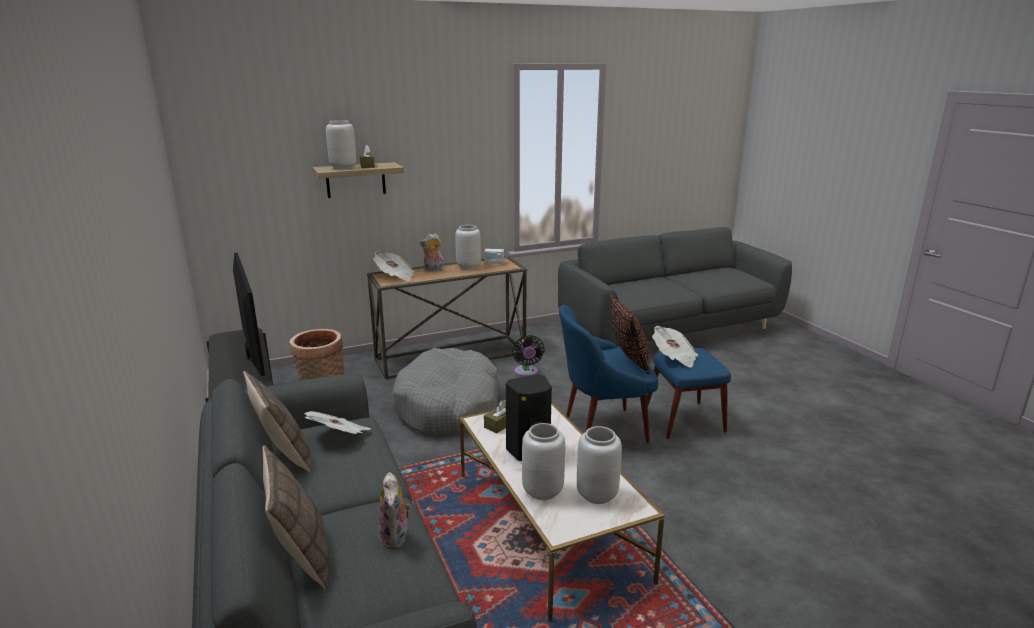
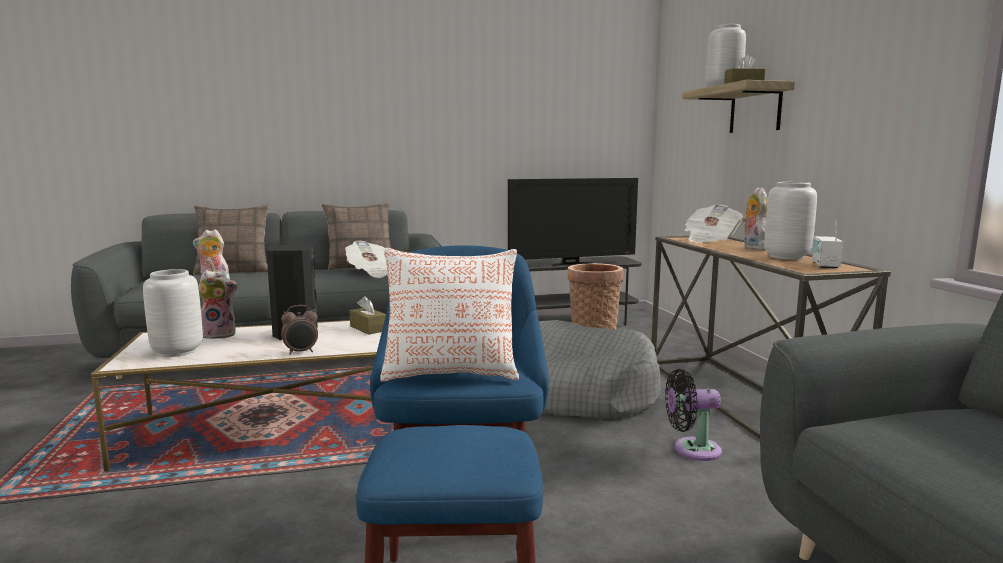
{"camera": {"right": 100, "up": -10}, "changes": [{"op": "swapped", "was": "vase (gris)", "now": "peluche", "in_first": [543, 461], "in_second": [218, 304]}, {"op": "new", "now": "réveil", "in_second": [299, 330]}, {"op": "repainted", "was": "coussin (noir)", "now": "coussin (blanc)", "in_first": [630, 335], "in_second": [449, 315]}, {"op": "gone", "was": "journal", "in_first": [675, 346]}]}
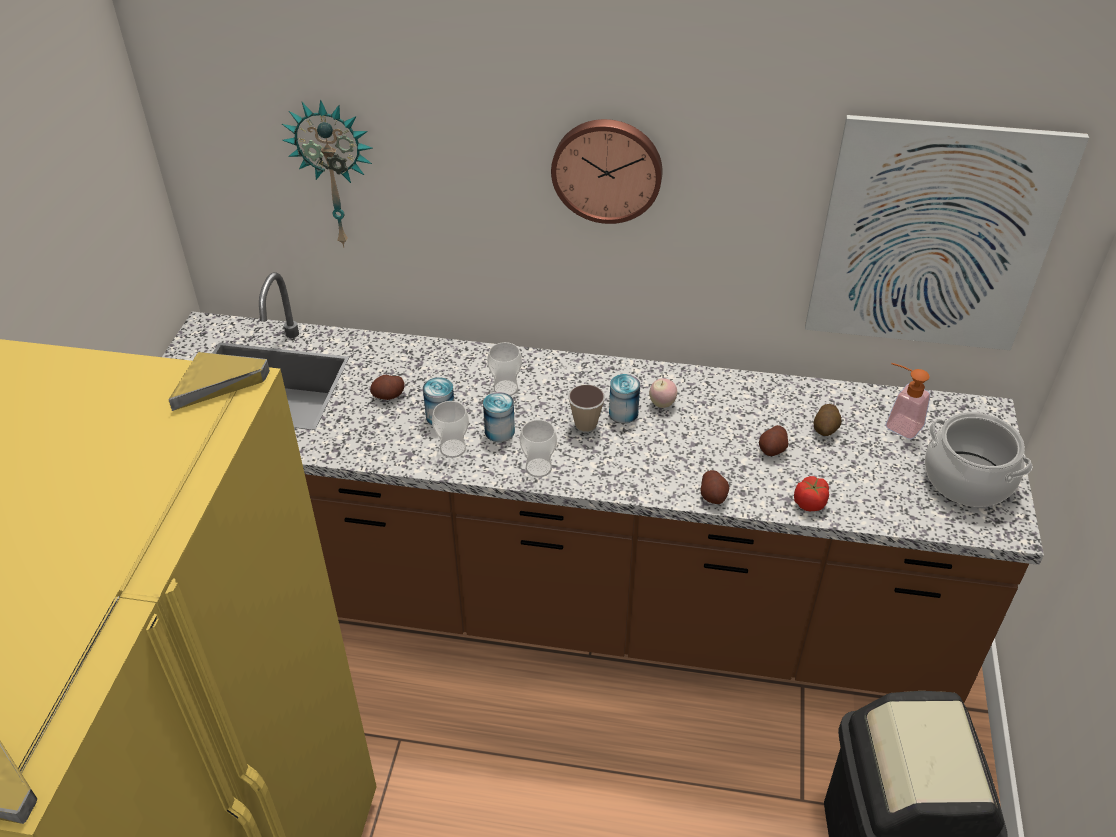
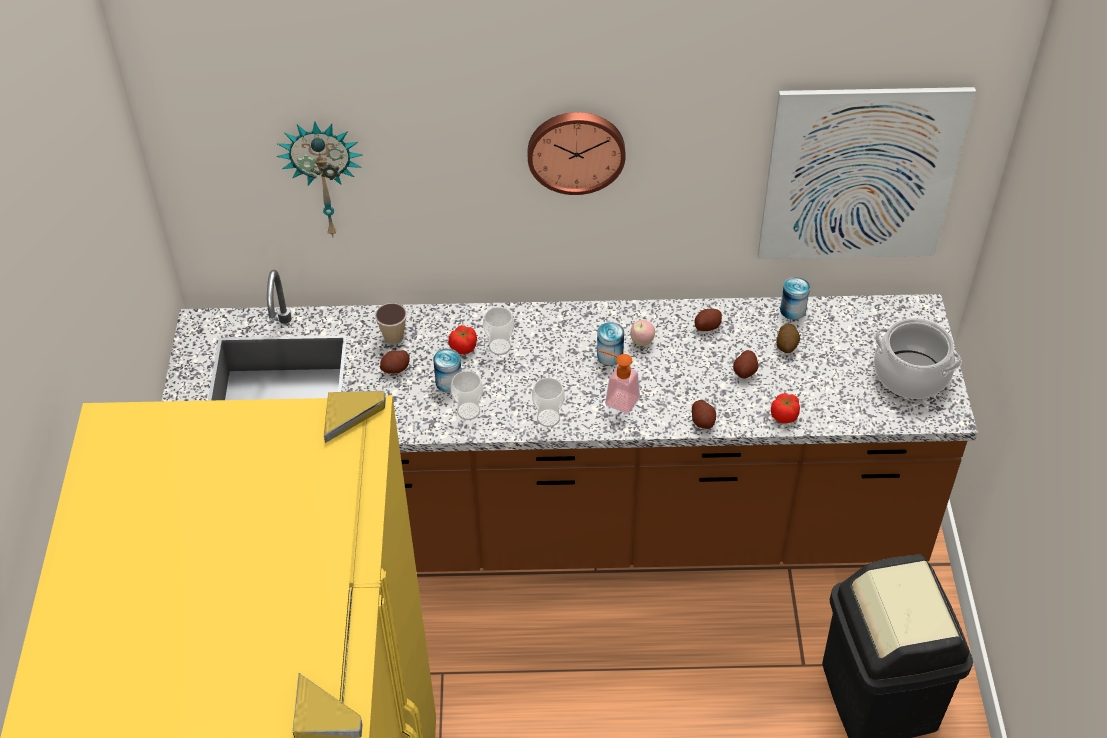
{"camera": {"right": -10, "up": 5}, "changes": [{"op": "shifted", "was": "tasse", "in_first": [586, 408], "in_second": [391, 324]}, {"op": "new", "now": "tomate", "in_second": [462, 340]}, {"op": "shifted", "was": "distributeur de savon", "in_first": [908, 401], "in_second": [619, 382]}, {"op": "new", "now": "pomme de terre", "in_second": [708, 319]}, {"op": "shifted", "was": "boîte métallique", "in_first": [499, 417], "in_second": [795, 298]}]}
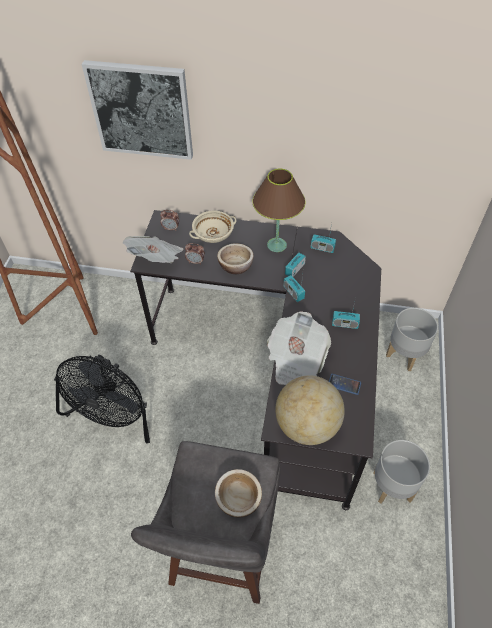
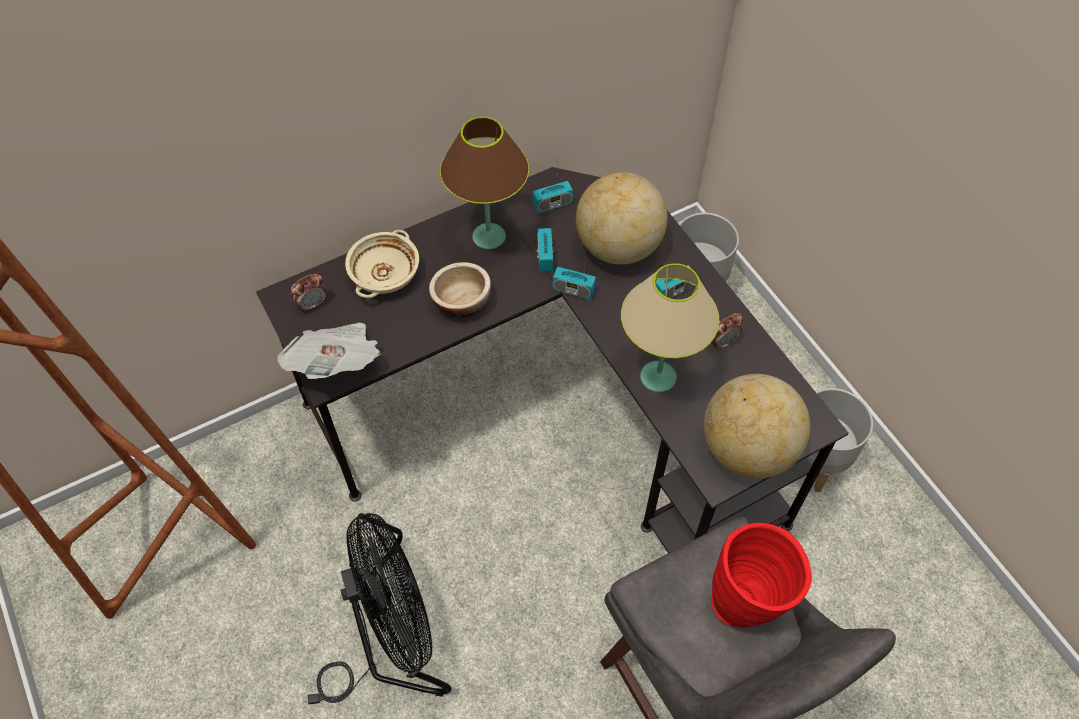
{"camera": {"right": -40, "up": 5}, "changes": [{"op": "rotated", "was": "ventilateur (noir)", "in_first": [102, 399], "in_second": [378, 608], "clockwise": -90}, {"op": "new", "now": "globe", "in_second": [622, 218]}, {"op": "swapped", "was": "journal", "now": "lampe de table (beige)", "in_first": [299, 348], "in_second": [670, 327]}, {"op": "shifted", "was": "réveil", "in_first": [195, 254], "in_second": [727, 332]}, {"op": "swapped", "was": "bol", "now": "vase (rouge)", "in_first": [238, 493], "in_second": [761, 575]}, {"op": "gone", "was": "tableau", "in_first": [137, 110]}, {"op": "gone", "was": "téléphone", "in_first": [345, 384]}]}
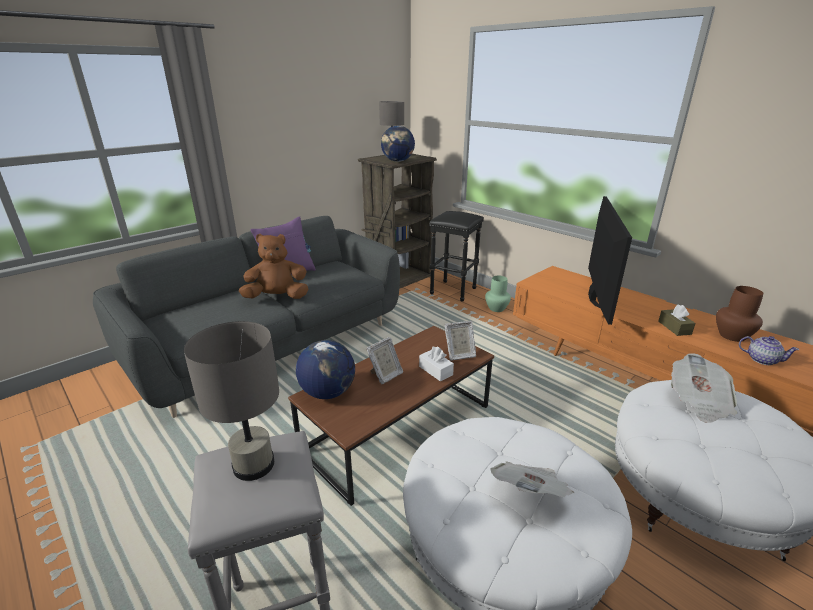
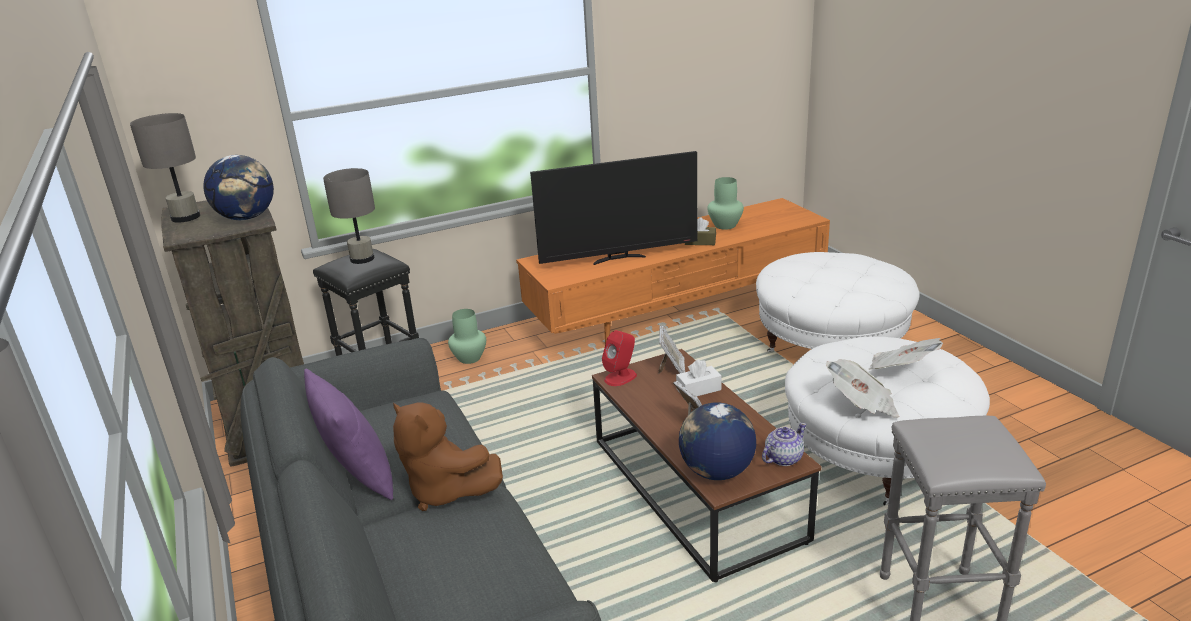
{"camera": {"right": -70, "up": 0}, "changes": [{"op": "shifted", "was": "lampe de table (gris)", "in_first": [231, 401], "in_second": [349, 216]}, {"op": "rotated", "was": "peluche (marron)", "in_first": [273, 266], "in_second": [448, 457], "clockwise": -60}, {"op": "rotated", "was": "téléviseur", "in_first": [610, 260], "in_second": [613, 208], "clockwise": 135}, {"op": "new", "now": "enceinte (rouge)", "in_second": [619, 358]}, {"op": "repainted", "was": "vase (marron)", "now": "vase (vert)", "in_first": [739, 314], "in_second": [725, 203]}, {"op": "shifted", "was": "théière", "in_first": [769, 350], "in_second": [784, 444]}, {"op": "shifted", "was": "journal", "in_first": [704, 388], "in_second": [863, 388]}]}
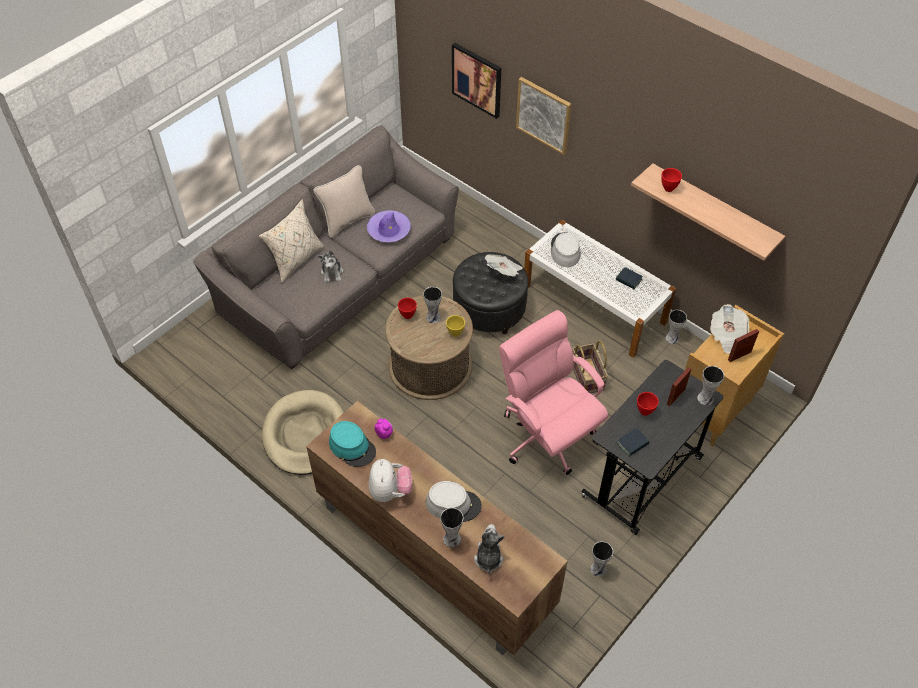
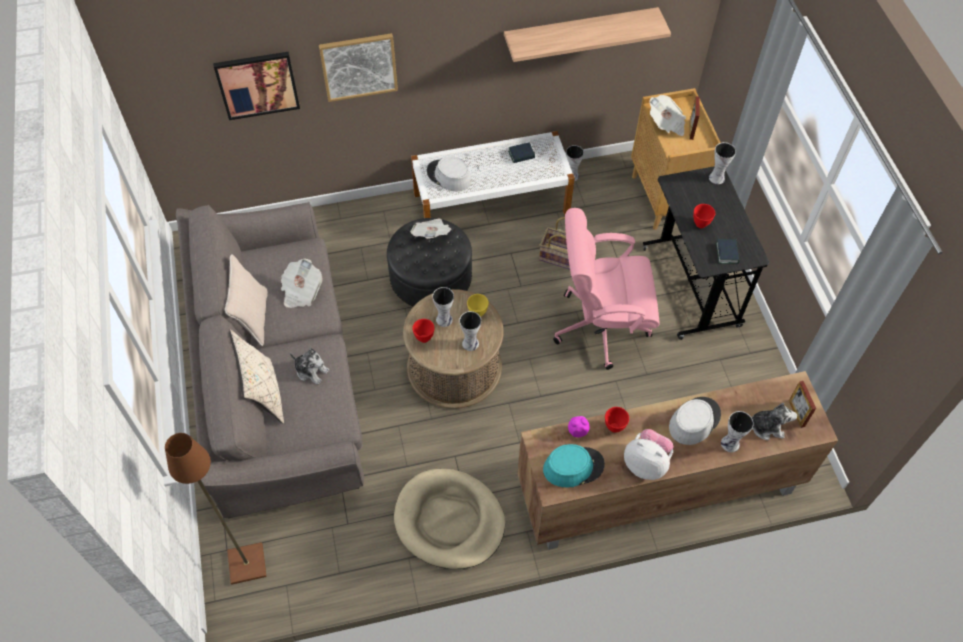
{"camera": {"right": -55, "up": 5}, "changes": [{"op": "new", "now": "lampadaire (marron)", "in_second": [216, 508]}, {"op": "swapped", "was": "chapeau (violet)", "now": "journal", "in_first": [389, 226], "in_second": [301, 283]}, {"op": "shifted", "was": "vase", "in_first": [601, 559], "in_second": [470, 331]}, {"op": "shifted", "was": "bol (rouge)", "in_first": [671, 180], "in_second": [617, 420]}, {"op": "rotated", "was": "peluche", "in_first": [489, 549], "in_second": [774, 421], "clockwise": 150}, {"op": "shifted", "was": "cadre photo", "in_first": [679, 386], "in_second": [802, 404]}]}
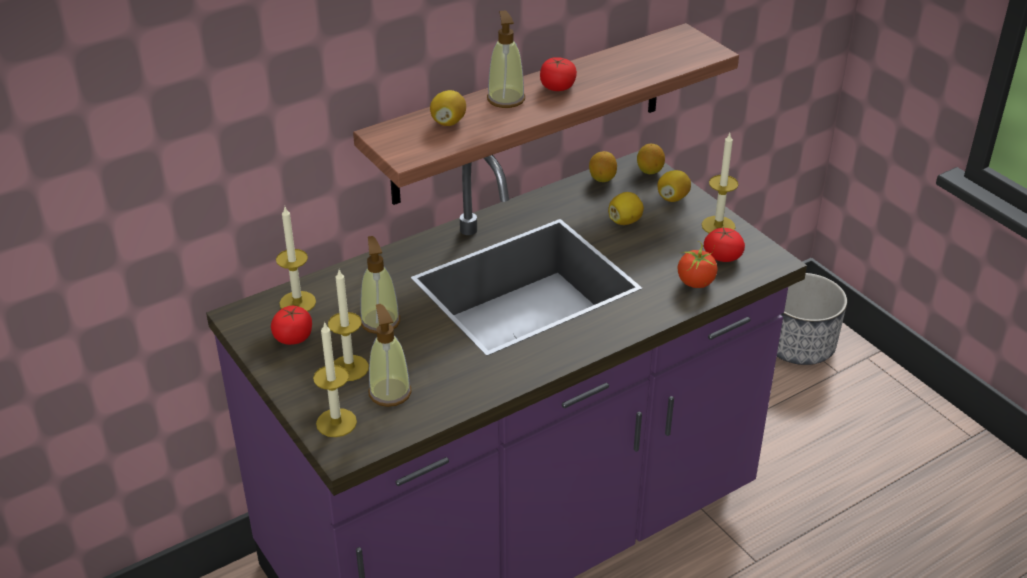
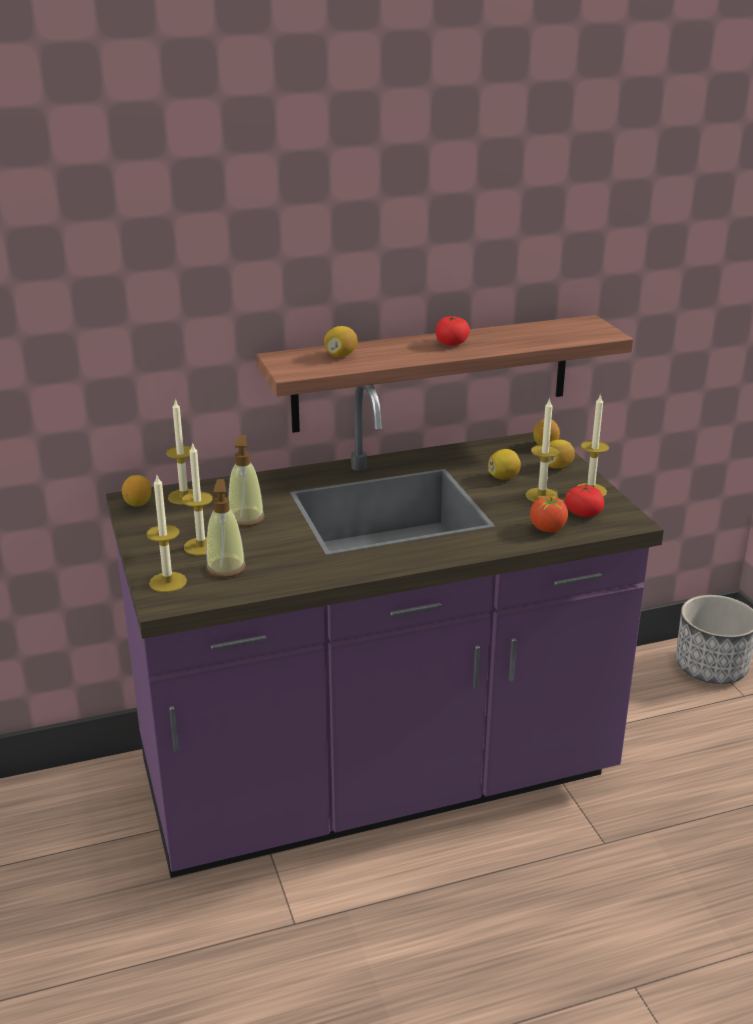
{"camera": {"right": 15, "up": -10}, "changes": [{"op": "shifted", "was": "citron", "in_first": [603, 166], "in_second": [136, 491]}, {"op": "new", "now": "bougie", "in_second": [543, 450]}, {"op": "gone", "was": "tomate", "in_first": [291, 325]}, {"op": "gone", "was": "distributeur de savon", "in_first": [506, 59]}]}
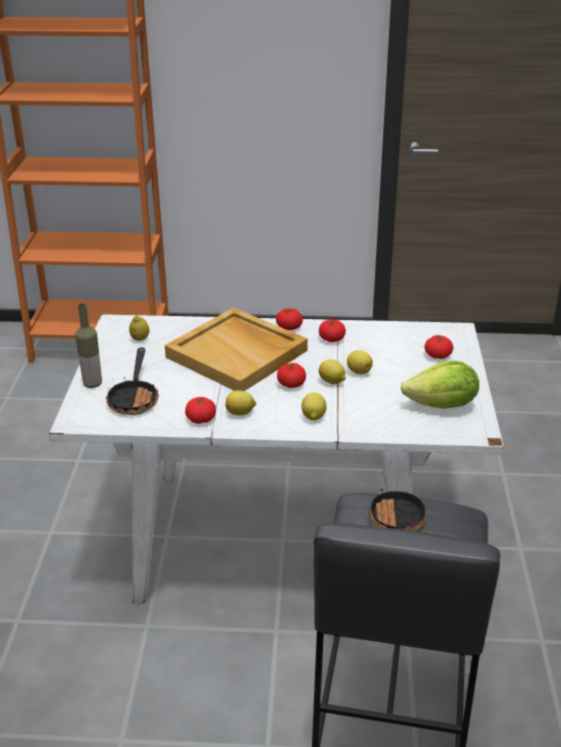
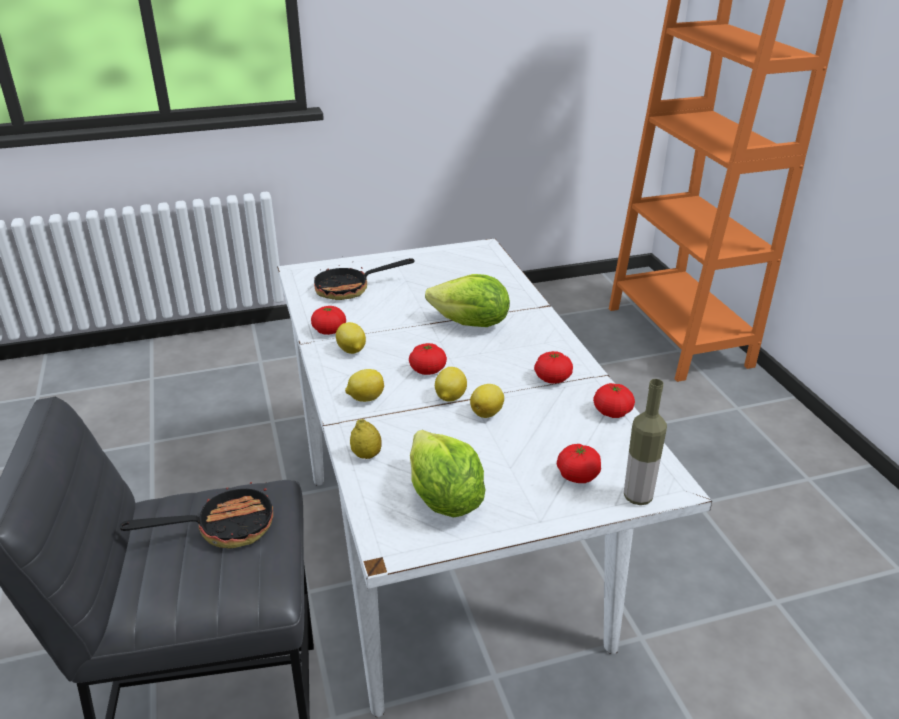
{"camera": {"right": 70, "up": 0}, "changes": [{"op": "shifted", "was": "citron", "in_first": [139, 328], "in_second": [366, 439]}, {"op": "swapped", "was": "plateau (beige)", "now": "laitue", "in_first": [236, 349], "in_second": [467, 300]}, {"op": "shifted", "was": "tomate", "in_first": [289, 319], "in_second": [614, 400]}, {"op": "shifted", "was": "bouteille", "in_first": [88, 345], "in_second": [645, 442]}]}
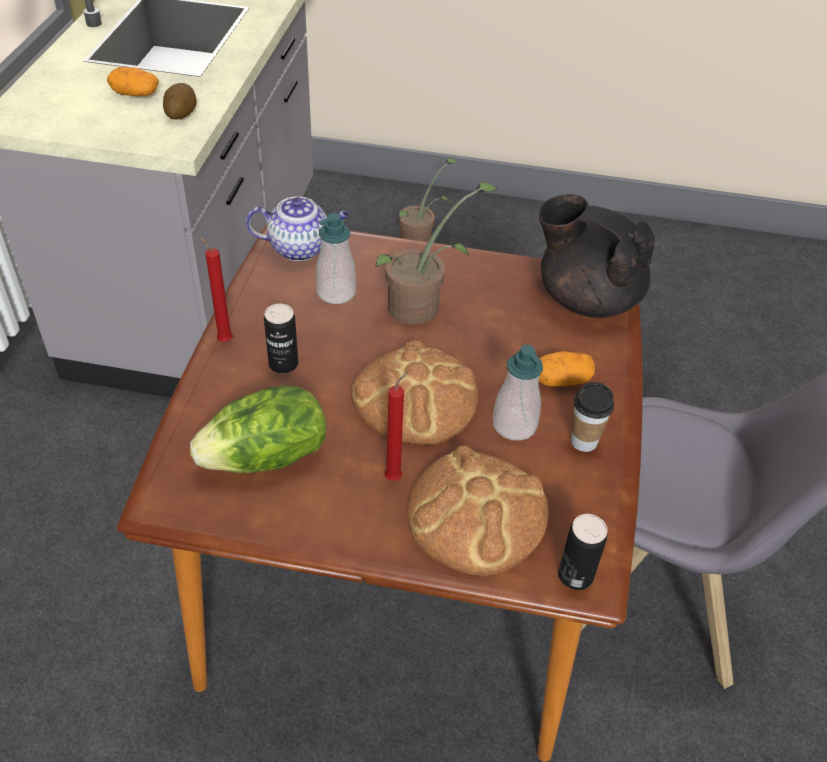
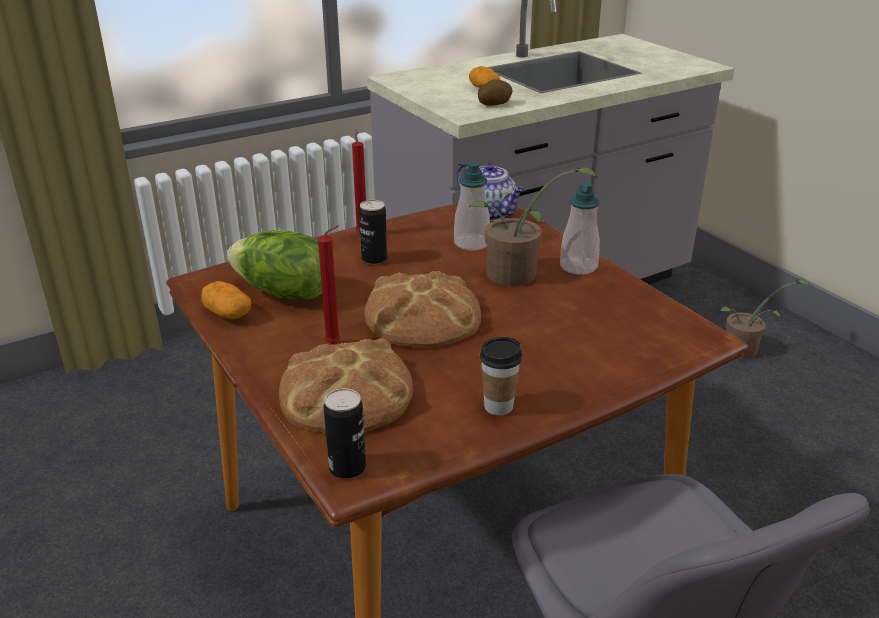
{"camera": {"right": 50, "up": -15}, "changes": [{"op": "shifted", "was": "pomme de terre", "in_first": [567, 369], "in_second": [226, 300]}, {"op": "shifted", "was": "distributeur de savon", "in_first": [518, 393], "in_second": [580, 228]}, {"op": "gone", "was": "théière (noir)", "in_first": [597, 256]}]}
